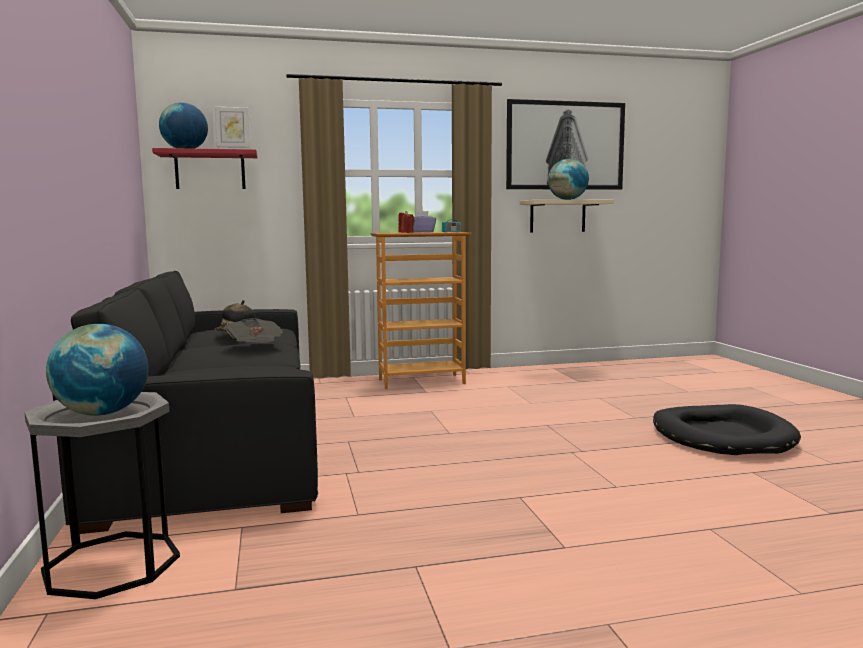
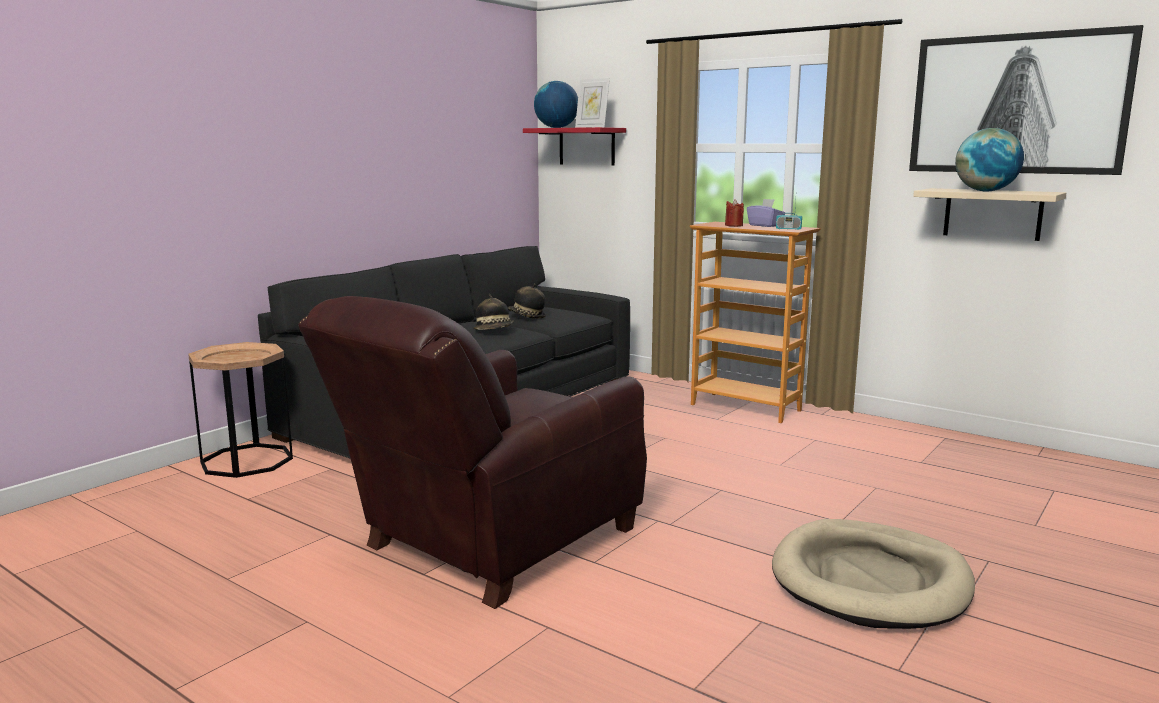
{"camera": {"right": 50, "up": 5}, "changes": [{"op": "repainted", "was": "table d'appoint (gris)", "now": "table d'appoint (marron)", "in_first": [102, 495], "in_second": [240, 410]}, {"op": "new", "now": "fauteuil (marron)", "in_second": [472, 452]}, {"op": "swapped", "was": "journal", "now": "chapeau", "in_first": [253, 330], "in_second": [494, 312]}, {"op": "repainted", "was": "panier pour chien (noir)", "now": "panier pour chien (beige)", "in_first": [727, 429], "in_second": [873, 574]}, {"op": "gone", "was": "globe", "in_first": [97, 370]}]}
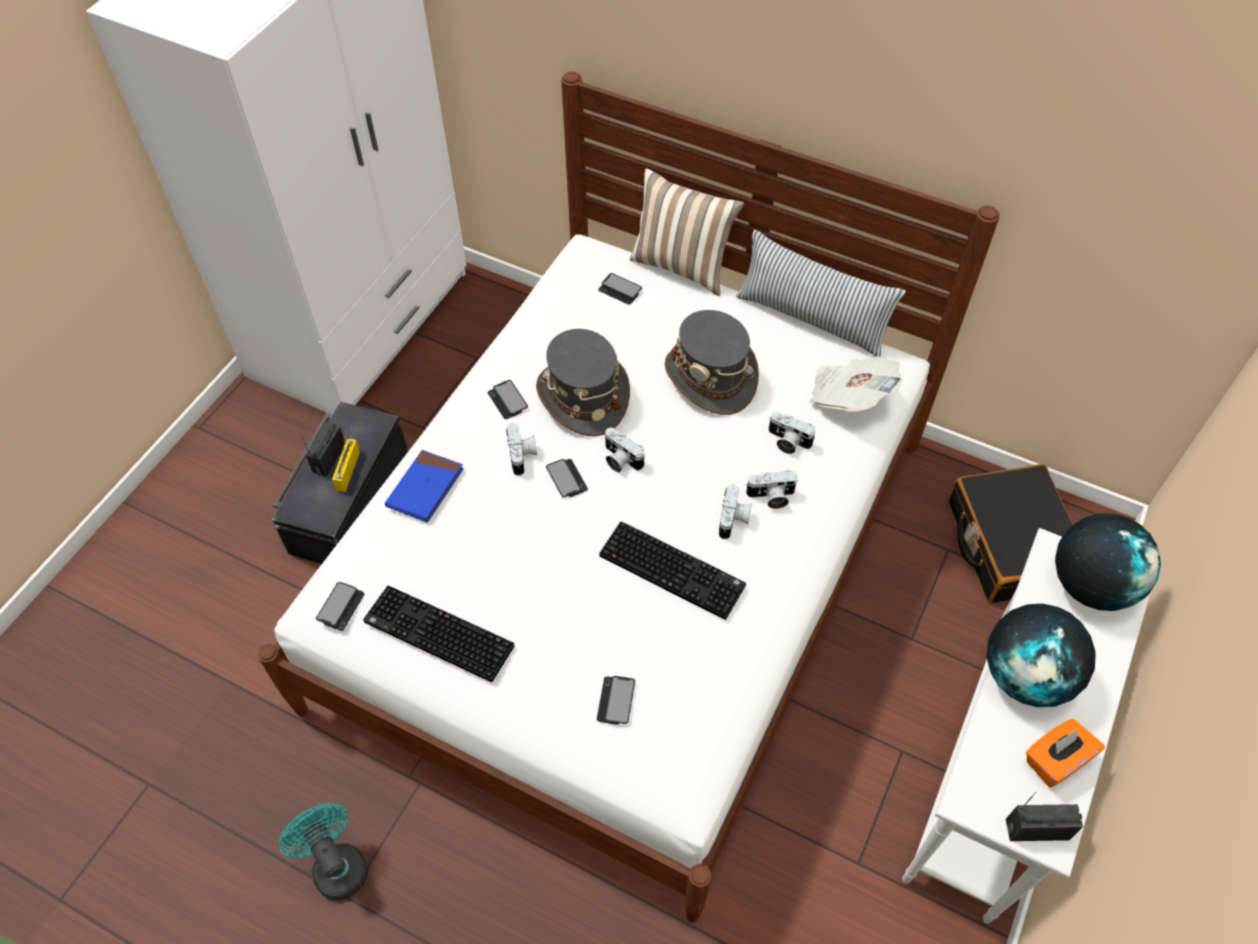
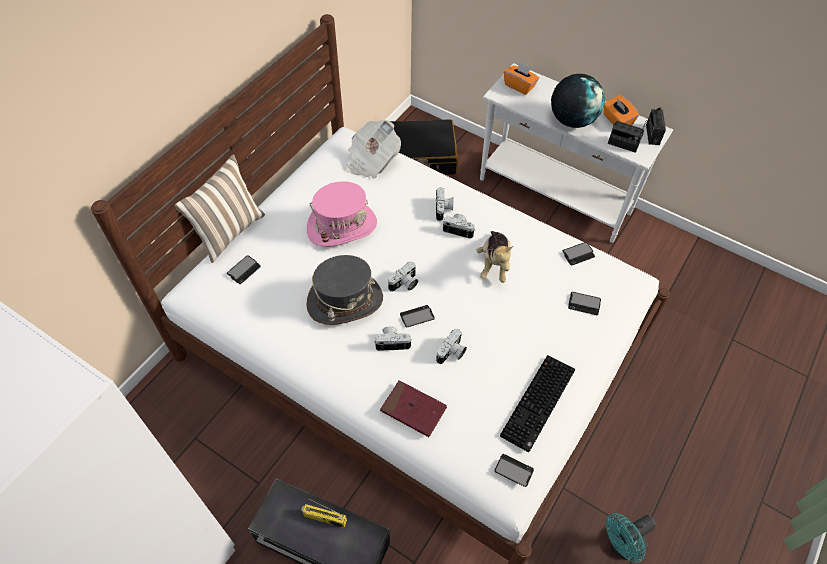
{"camera": {"right": -85, "up": 0}, "changes": [{"op": "repainted", "was": "chapeau (gris)", "now": "chapeau (rose)", "in_first": [712, 362], "in_second": [342, 214]}, {"op": "repainted", "was": "livre (bleu)", "now": "livre (rouge)", "in_first": [424, 486], "in_second": [413, 408]}, {"op": "shifted", "was": "appareil photo", "in_first": [792, 433], "in_second": [451, 346]}, {"op": "swapped", "was": "clavier", "now": "peluche", "in_first": [672, 570], "in_second": [495, 257]}, {"op": "swapped", "was": "globe", "now": "boîte à mouchoirs (orange)", "in_first": [1108, 562], "in_second": [521, 78]}, {"op": "shifted", "was": "téléphone", "in_first": [508, 399], "in_second": [579, 254]}, {"op": "shifted", "was": "radio", "in_first": [322, 450], "in_second": [627, 136]}, {"op": "gone", "was": "coussin", "in_first": [821, 293]}]}
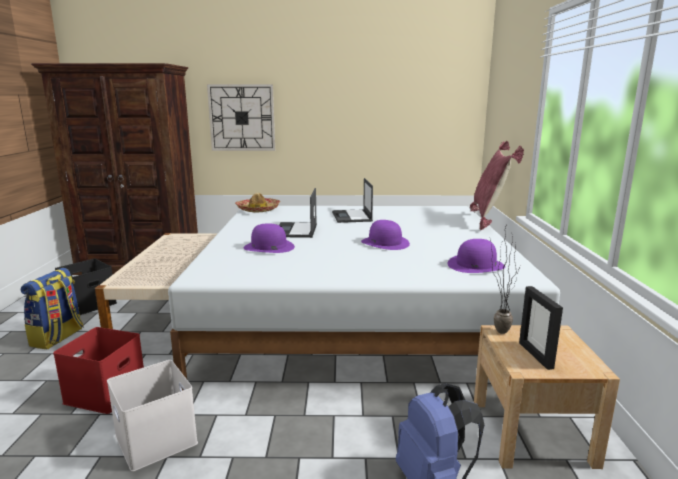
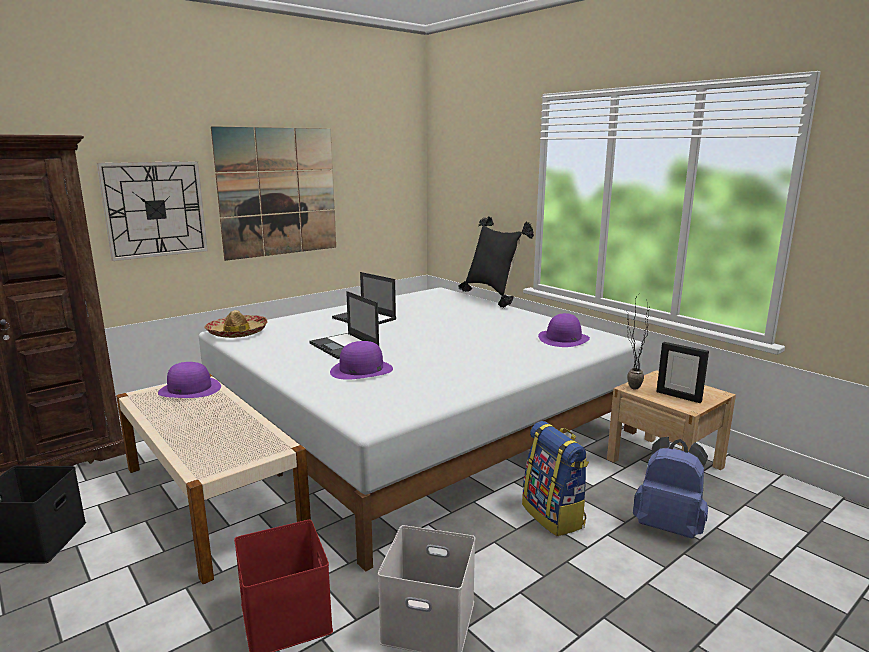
{"camera": {"right": -40, "up": 0}, "changes": [{"op": "shifted", "was": "chapeau (violet)", "in_first": [385, 235], "in_second": [189, 380]}, {"op": "new", "now": "tableau", "in_second": [273, 193]}, {"op": "repainted", "was": "coussin (rouge)", "now": "coussin (noir)", "in_first": [496, 185], "in_second": [496, 262]}, {"op": "shifted", "was": "sac à dos", "in_first": [52, 308], "in_second": [555, 478]}]}
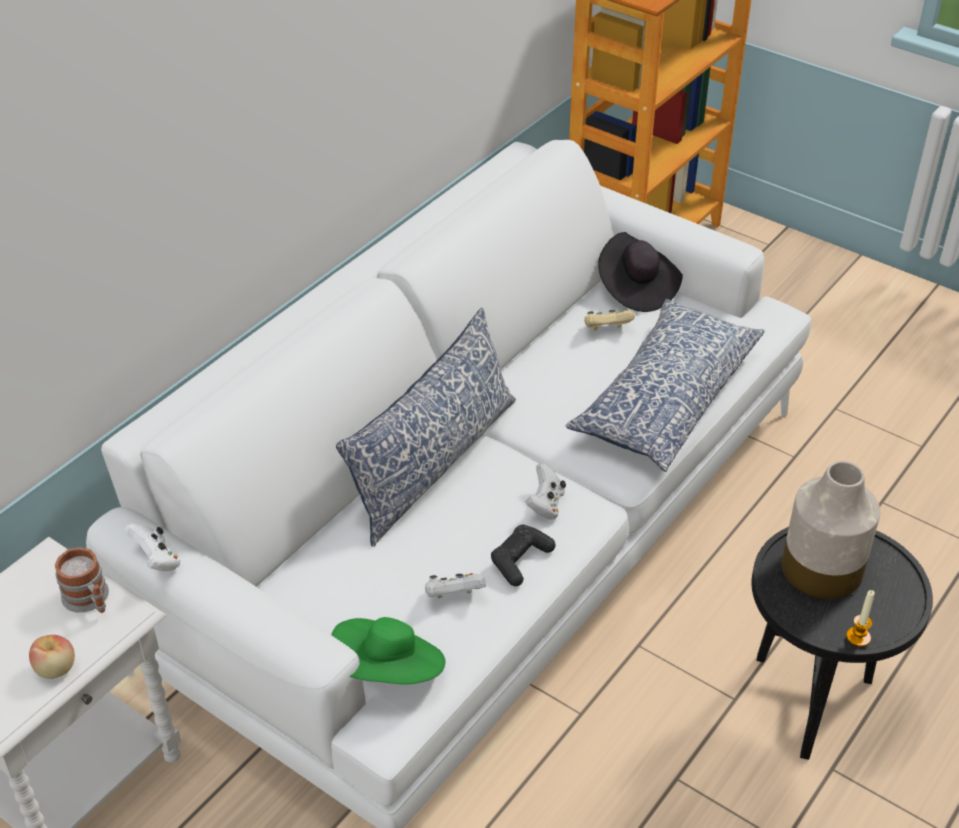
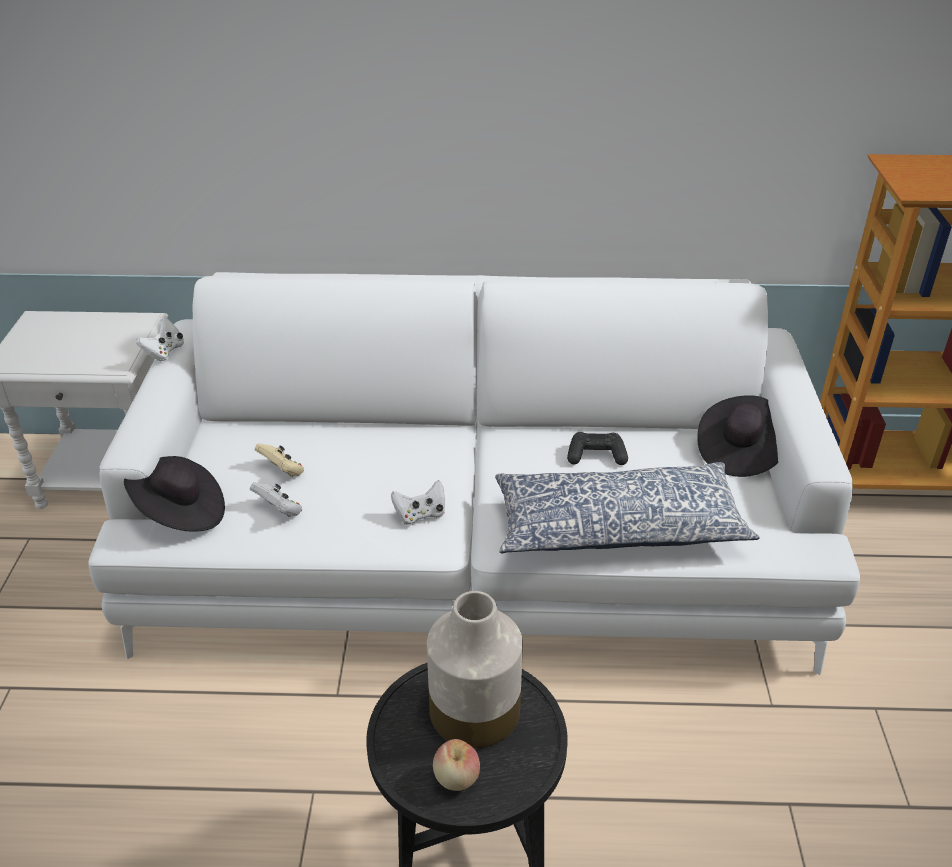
{"camera": {"right": 55, "up": -5}, "changes": [{"op": "repainted", "was": "chapeau (vert)", "now": "chapeau (noir)", "in_first": [388, 651], "in_second": [174, 494]}, {"op": "shifted", "was": "manette (beige)", "in_first": [609, 320], "in_second": [279, 460]}, {"op": "shifted", "was": "pomme", "in_first": [52, 657], "in_second": [456, 765]}, {"op": "shifted", "was": "manette (noir)", "in_first": [523, 555], "in_second": [597, 448]}, {"op": "gone", "was": "mug", "in_first": [82, 580]}, {"op": "gone", "was": "coussin", "in_first": [426, 427]}, {"op": "gone", "was": "bougie", "in_first": [860, 618]}]}
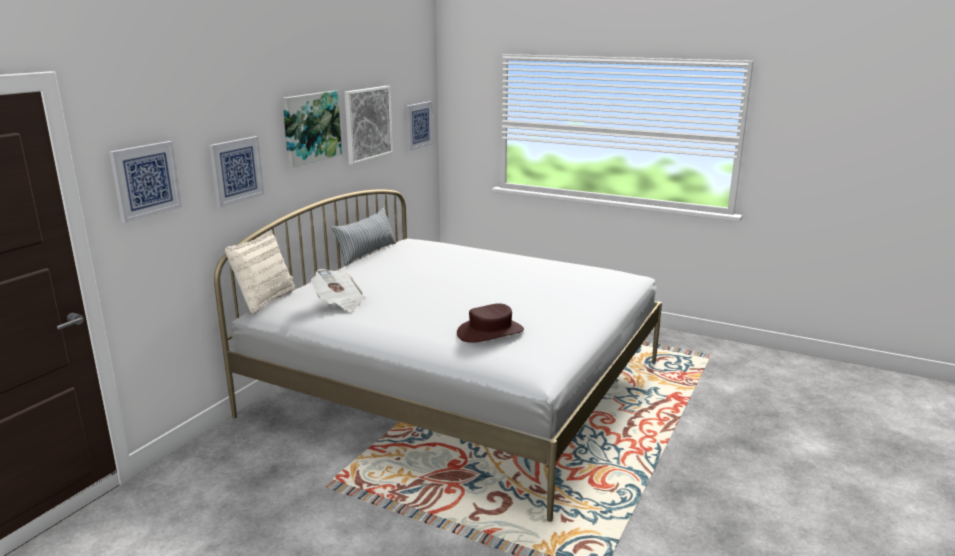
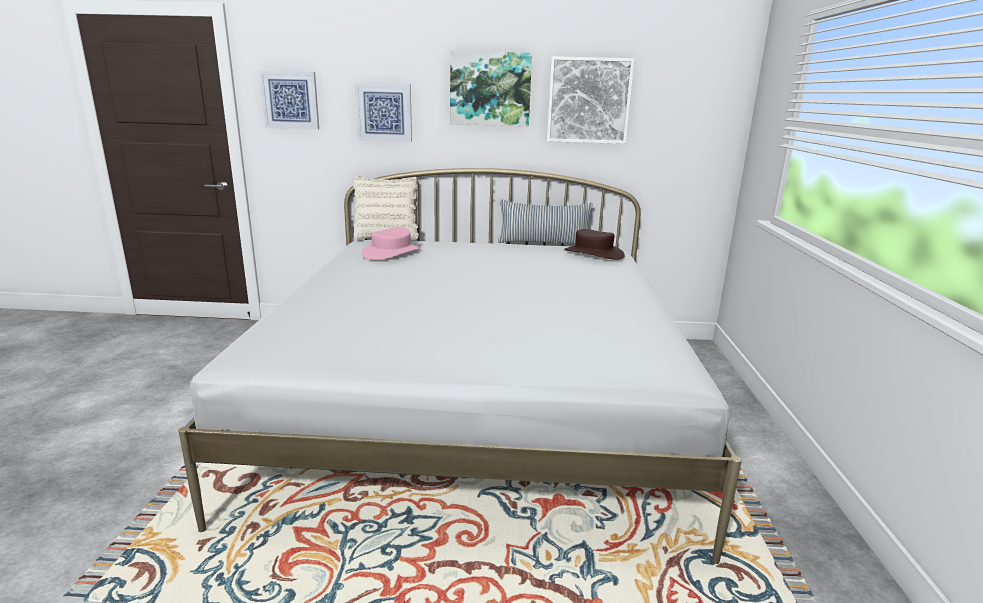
{"camera": {"right": 65, "up": 0}, "changes": [{"op": "swapped", "was": "journal", "now": "chapeau (rose)", "in_first": [338, 290], "in_second": [391, 243]}, {"op": "shifted", "was": "chapeau (marron)", "in_first": [490, 323], "in_second": [594, 244]}, {"op": "gone", "was": "tableau", "in_first": [419, 126]}]}
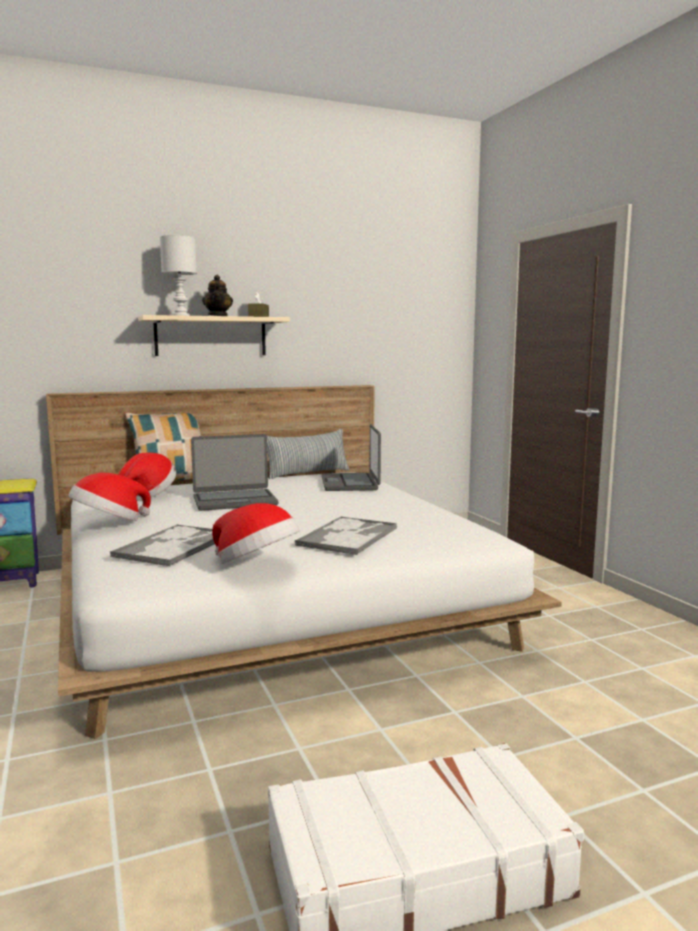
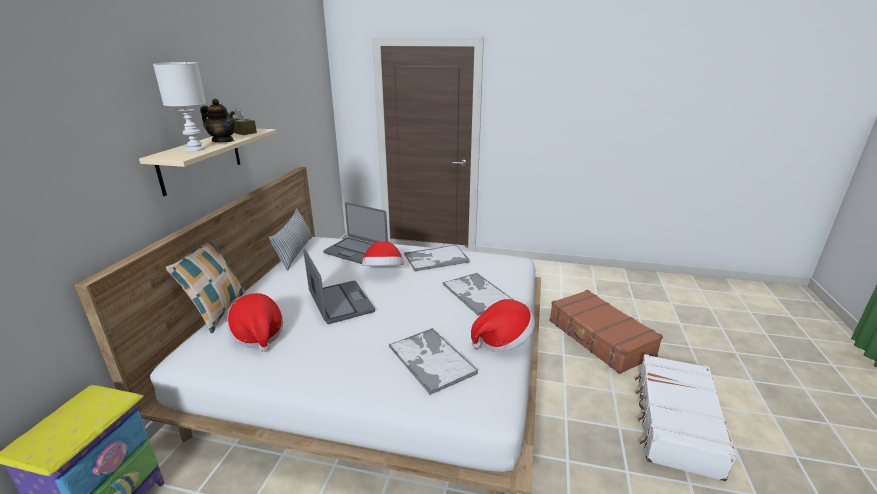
{"camera": {"right": -55, "up": 15}, "changes": [{"op": "rotated", "was": "ordinateur portable", "in_first": [234, 472], "in_second": [339, 286], "clockwise": -45}, {"op": "shifted", "was": "chapeau", "in_first": [109, 497], "in_second": [383, 253]}, {"op": "new", "now": "plateau", "in_second": [437, 258]}, {"op": "new", "now": "valise (marron)", "in_second": [606, 332]}]}
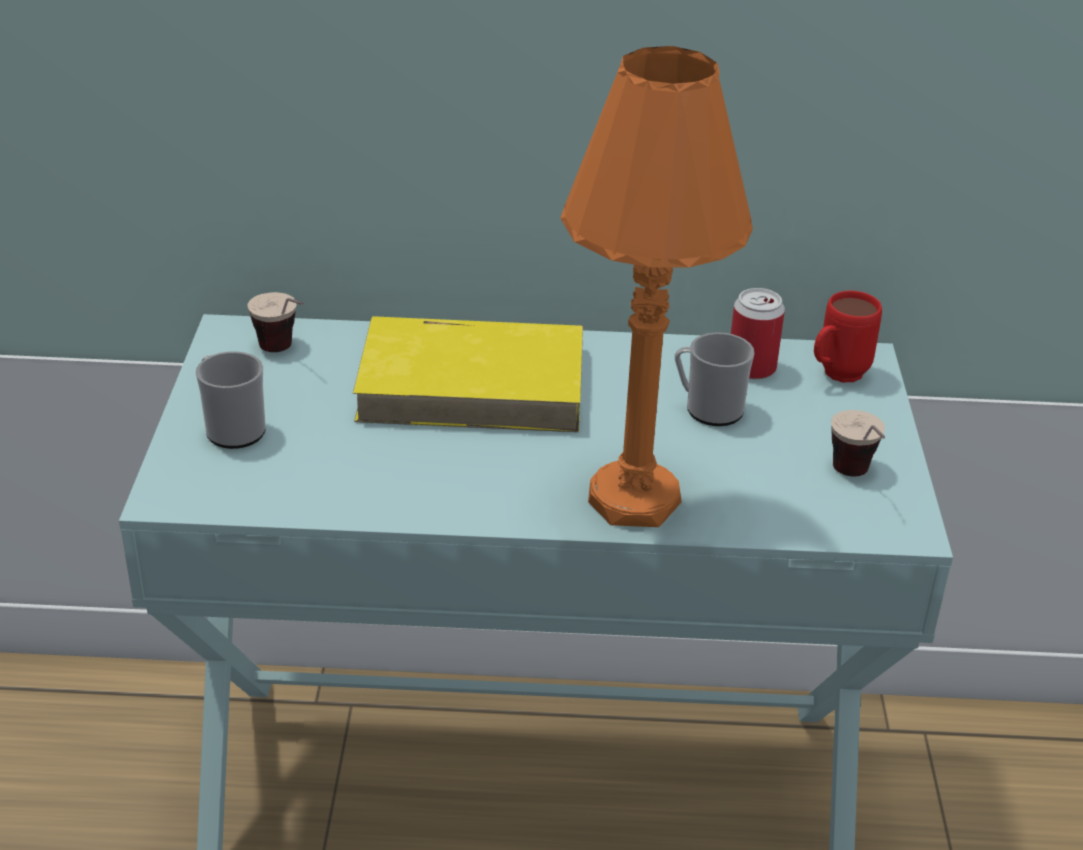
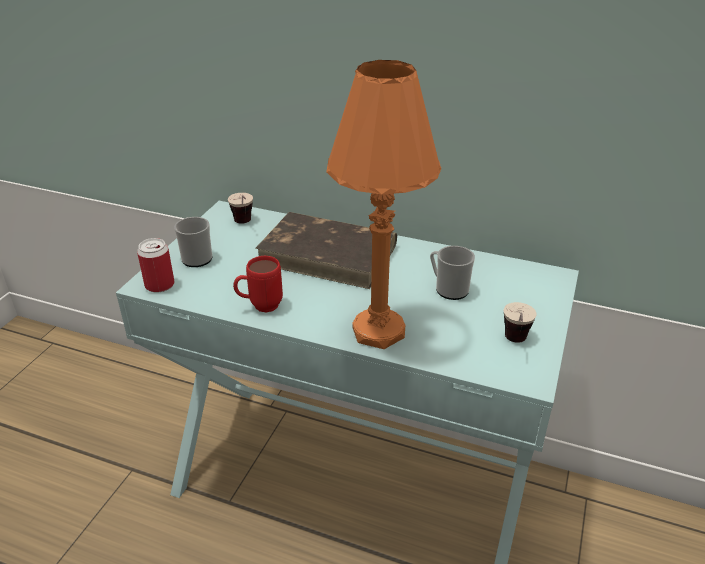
{"camera": {"right": 20, "up": 0}, "changes": [{"op": "shifted", "was": "boîte métallique", "in_first": [758, 333], "in_second": [156, 265]}, {"op": "shifted", "was": "mug (rouge)", "in_first": [848, 337], "in_second": [258, 284]}, {"op": "repainted", "was": "livre (jaune)", "now": "livre (marron)", "in_first": [468, 374], "in_second": [326, 250]}]}
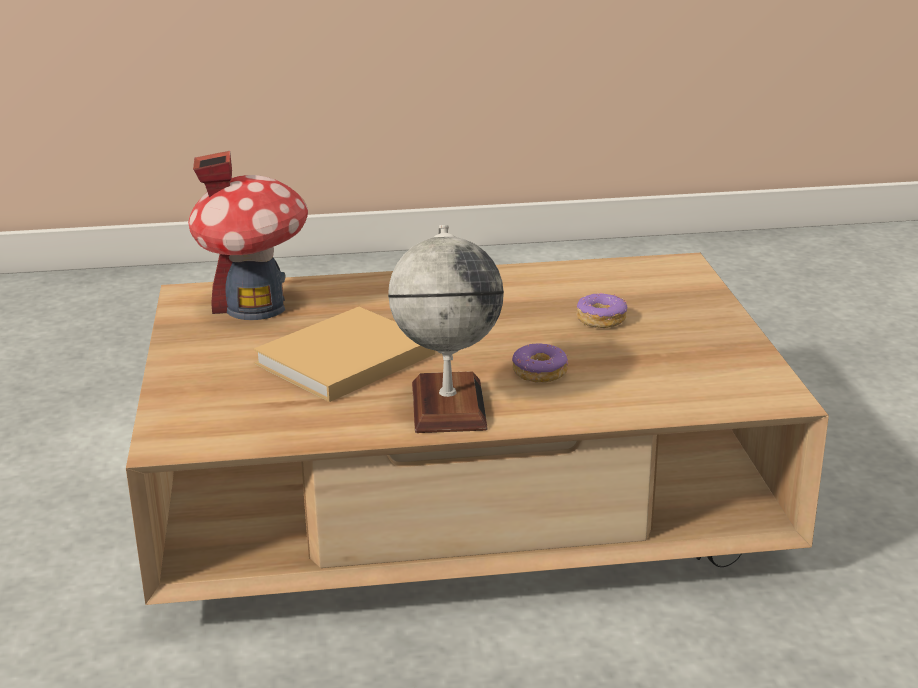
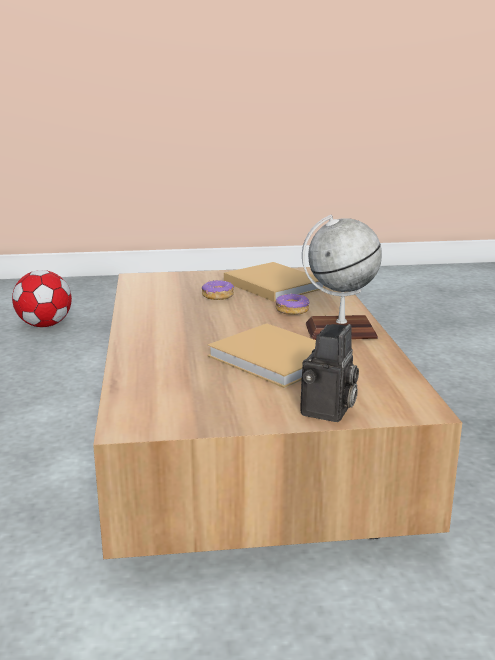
{"camera": {"right": -90, "up": -5}, "changes": [{"op": "new", "now": "ballon de foot", "in_second": [42, 298]}, {"op": "new", "now": "livre (beige)", "in_second": [274, 282]}, {"op": "new", "now": "appareil photo", "in_second": [329, 373]}, {"op": "gone", "was": "maison miniature", "in_first": [248, 235]}]}
